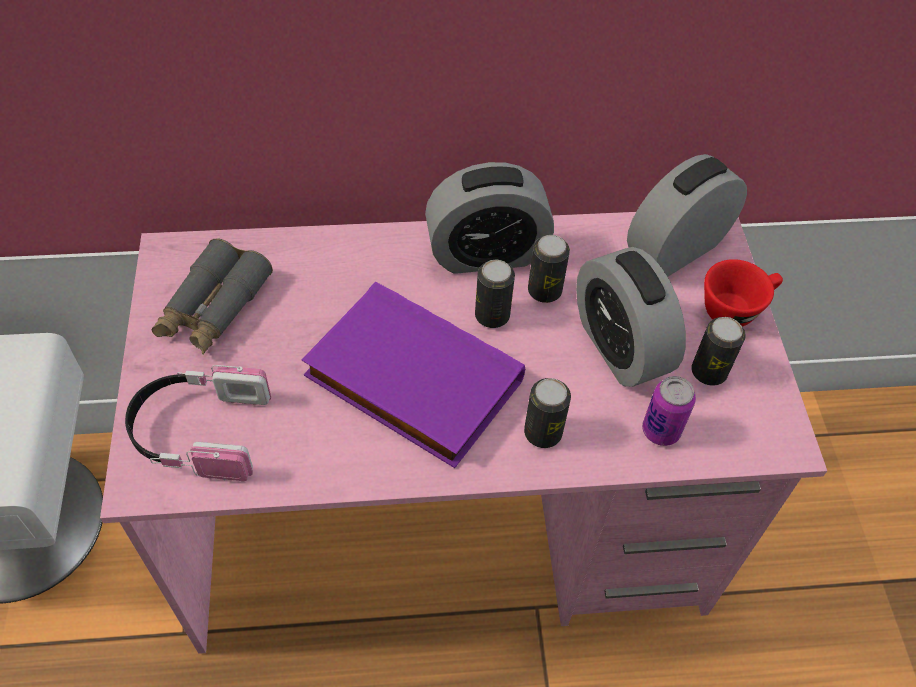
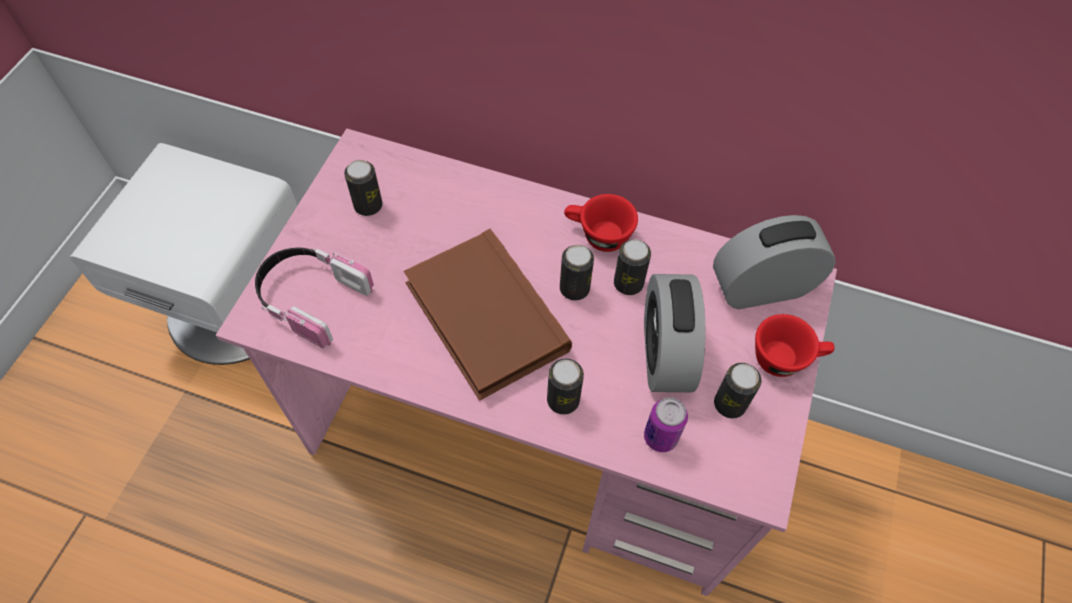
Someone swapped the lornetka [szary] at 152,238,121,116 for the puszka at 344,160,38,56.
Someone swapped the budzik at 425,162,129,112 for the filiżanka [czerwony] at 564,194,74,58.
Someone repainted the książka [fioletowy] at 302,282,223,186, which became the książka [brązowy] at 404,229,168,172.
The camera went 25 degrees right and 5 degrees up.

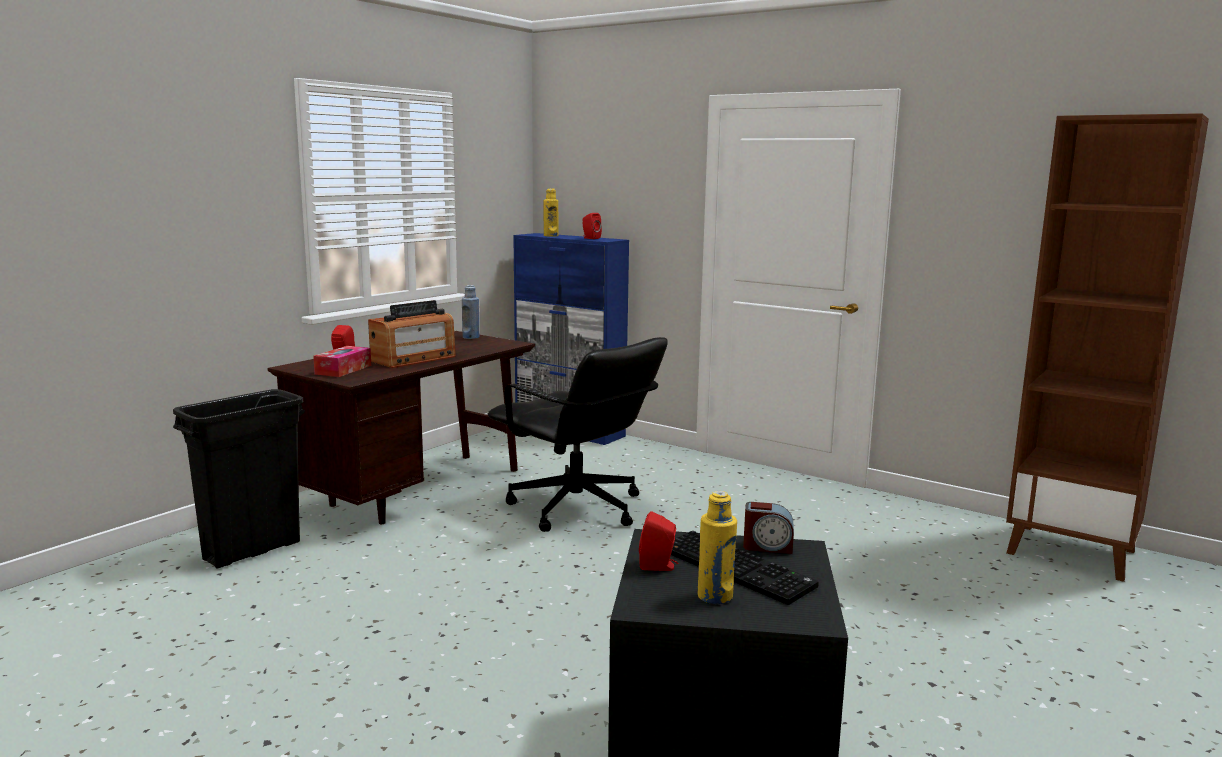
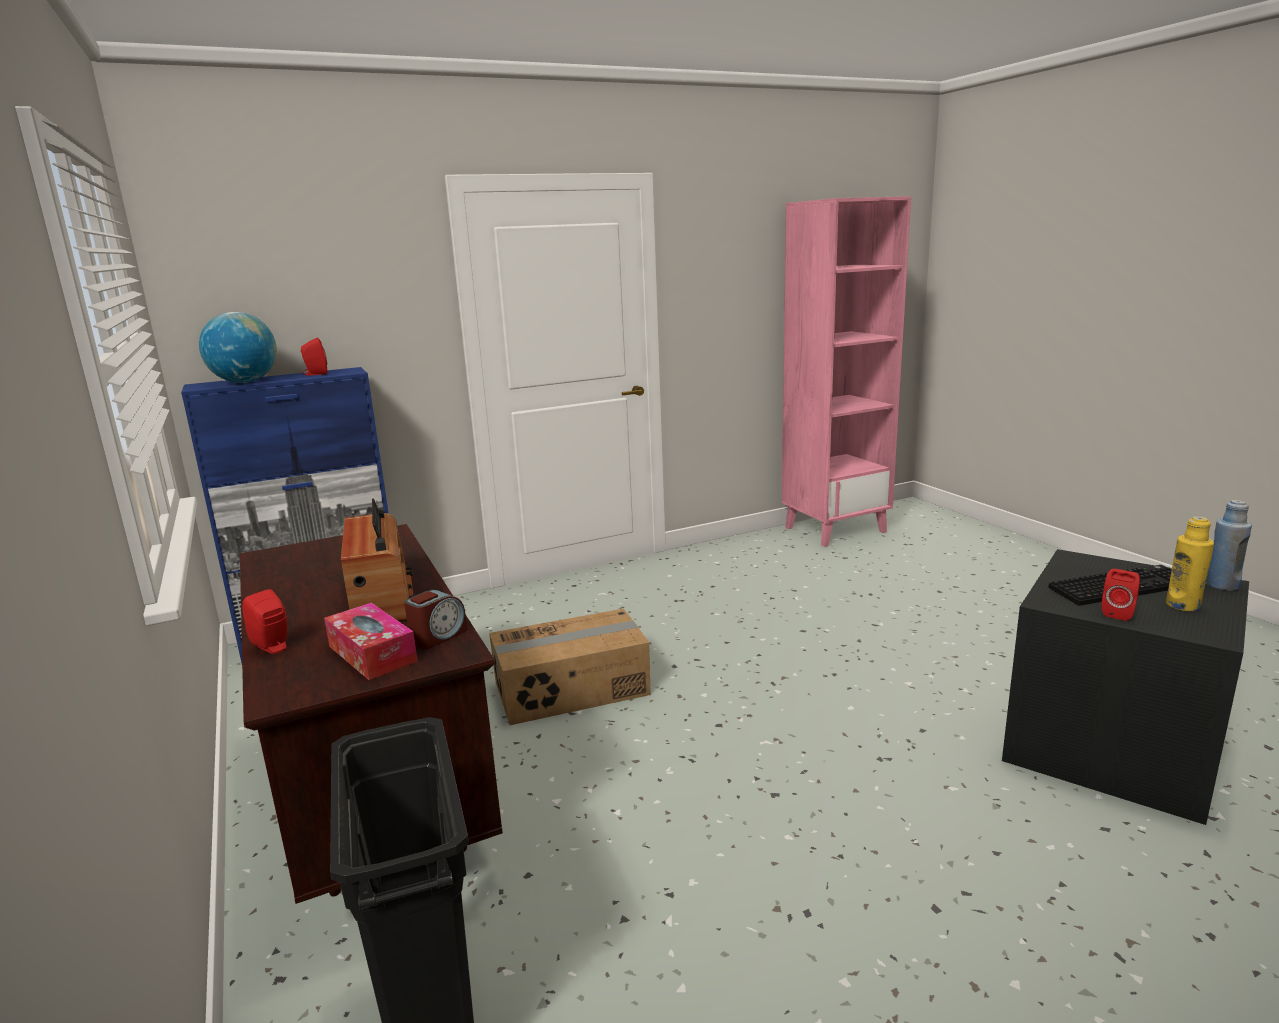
Someone carried the butelka [niebieski] from 462,285,17,54 to 1206,500,46,91.
Someone carried the budzik from 743,502,51,52 to 404,590,63,59.
Someone swapped the krzesło biurowe [czarny] at 488,337,180,195 for the karton at 489,608,161,117.
Someone swapped the butelka [żółty] at 543,188,16,49 for the globus at 199,312,78,71.
Someone repainted the regał [brązowy] at 1006,113,203,469, which became the regał [różowy] at 782,196,129,351.
The camera went 60 degrees left and 5 degrees up.

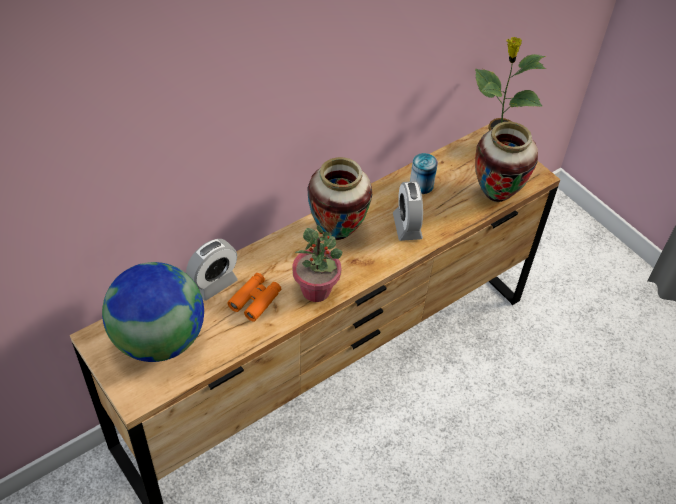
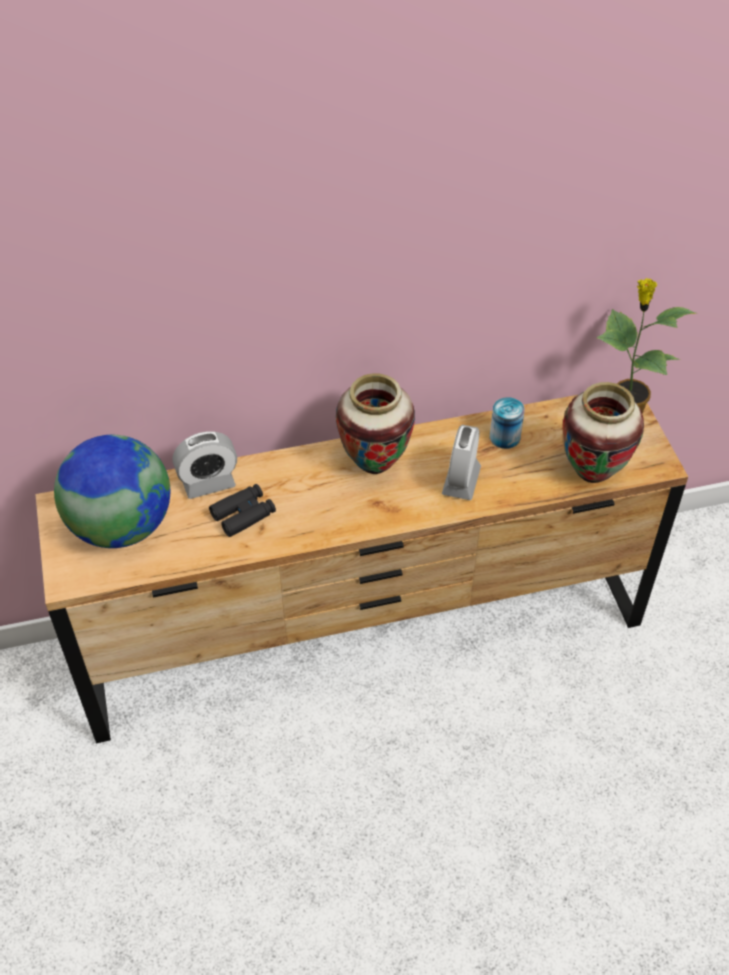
Someone took away the roślina doniczkowa at 292,225,50,77.
Someone repainted the lornetka [pomarańczowy] at 227,273,54,49, which became the lornetka [czarny] at 209,484,67,53.
The camera went 25 degrees right and 0 degrees up.

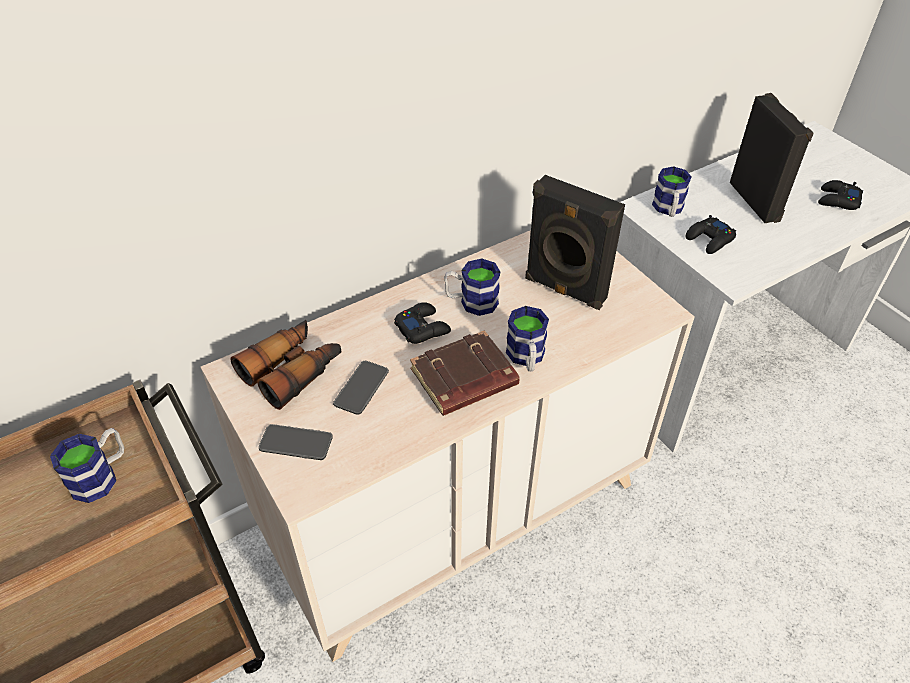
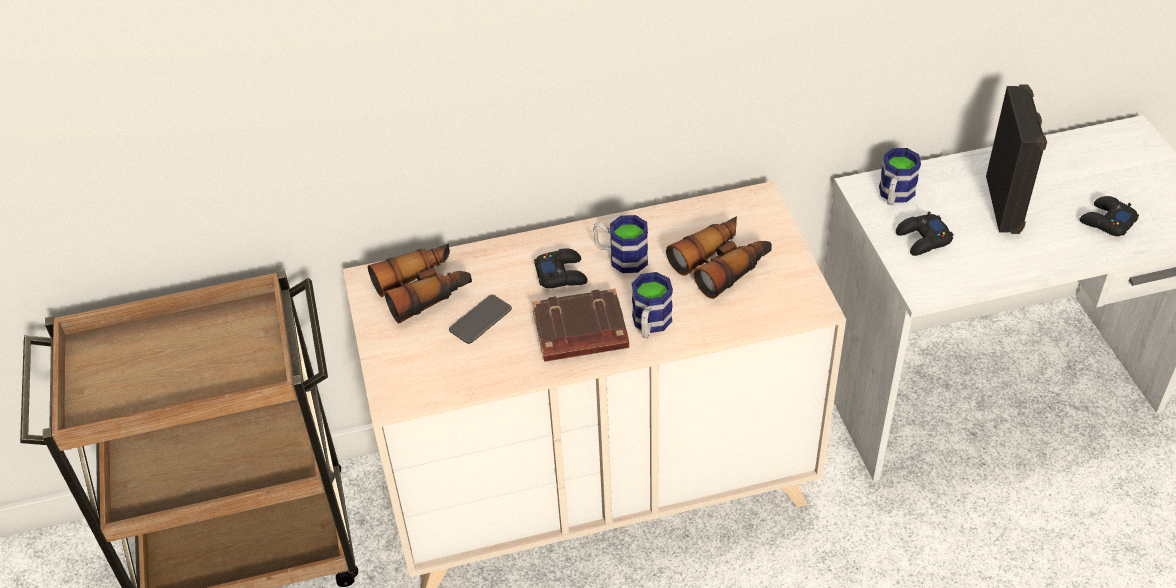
Someone took away the kubek at 50,428,74,75.
Someone took away the telefon at 259,424,74,36.
Someone swapped the głośnik [czarny] at 525,175,100,135 for the lornetka at 666,216,106,83.
The camera went 20 degrees right and 0 degrees up.

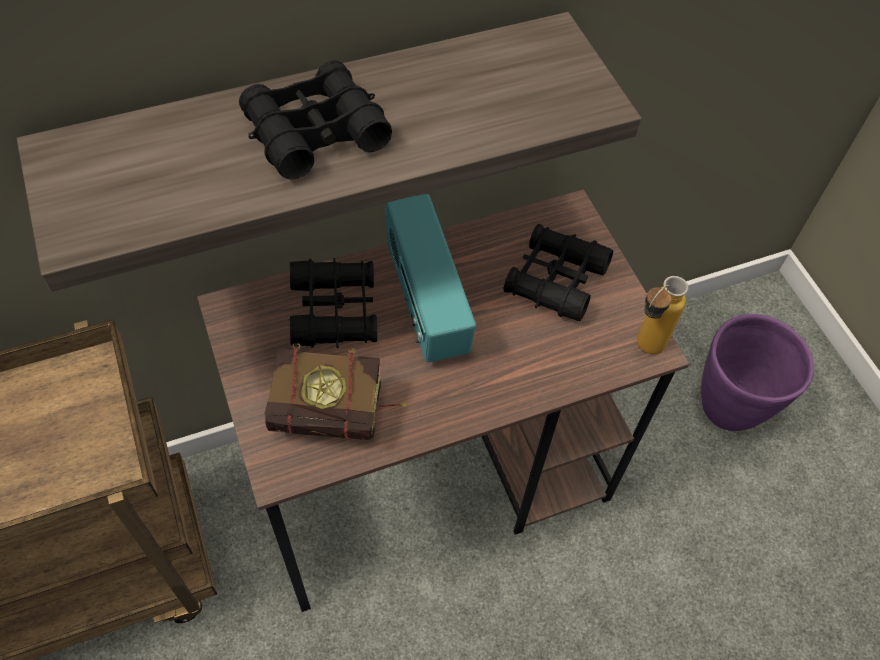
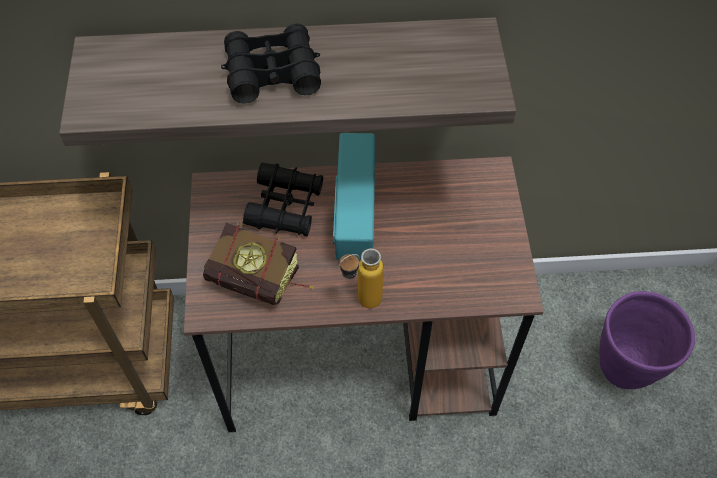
Someone took away the lornetka [czarny] at 503,224,110,97.
Someone carried the butelka from 637,276,51,78 to 339,249,45,59.
The camera went 20 degrees right and 0 degrees up.

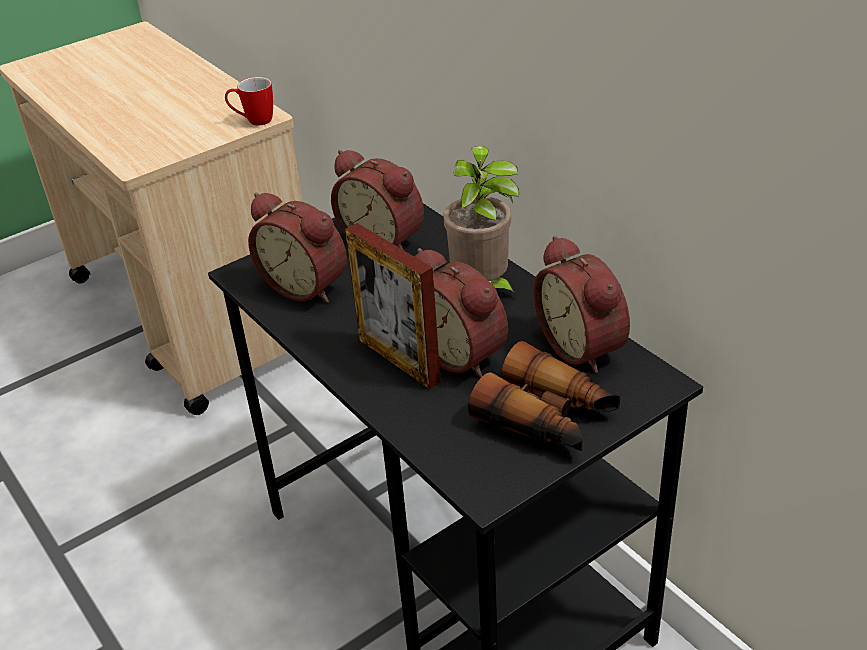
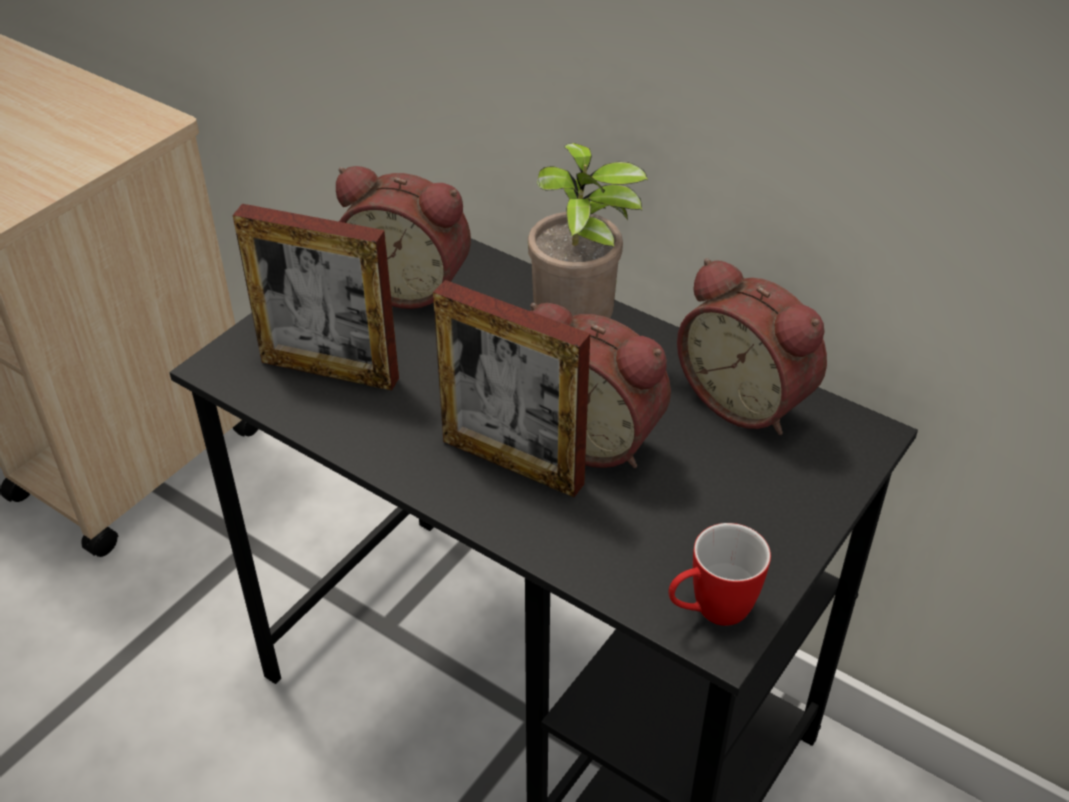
Someone took away the lornetka at 468,341,152,110.
Someone carried the kubek from 225,77,48,49 to 668,523,103,103.
Someone swapped the budzik at 248,193,99,110 for the ramka na zdjęcie at 233,204,166,187.
The camera went 20 degrees left and 5 degrees up.

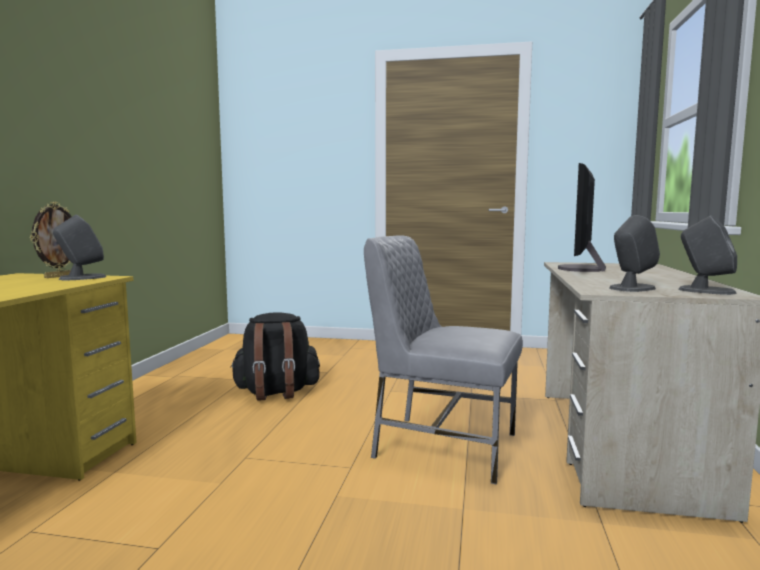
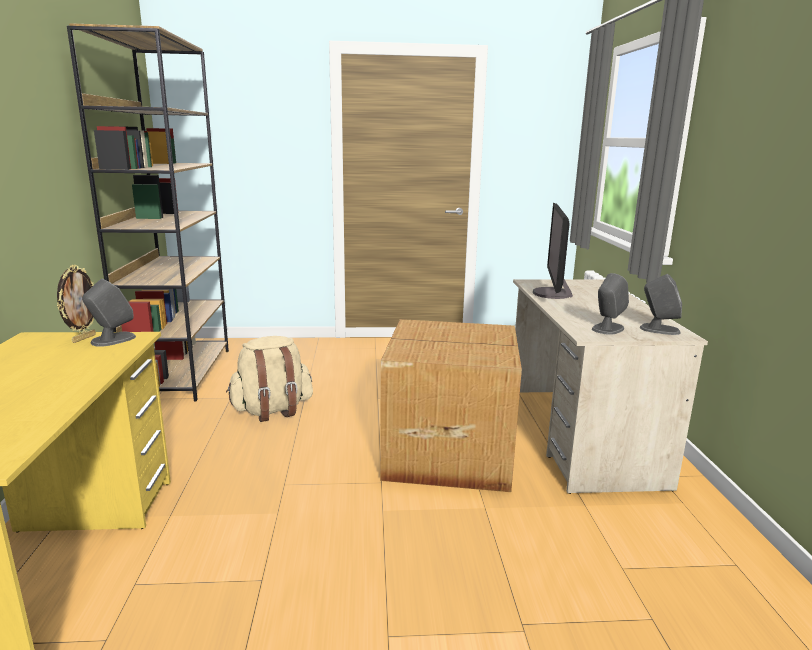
Someone put down the regał [brązowy] at 67,23,162,378.
Someone swapped the krzesło [szary] at 364,235,159,249 for the karton at 380,319,142,173.
Someone repainted the plecak [czarny] at 230,312,90,89, which became the plecak [beżowy] at 226,336,87,86.
The camera went 15 degrees left and 10 degrees up.

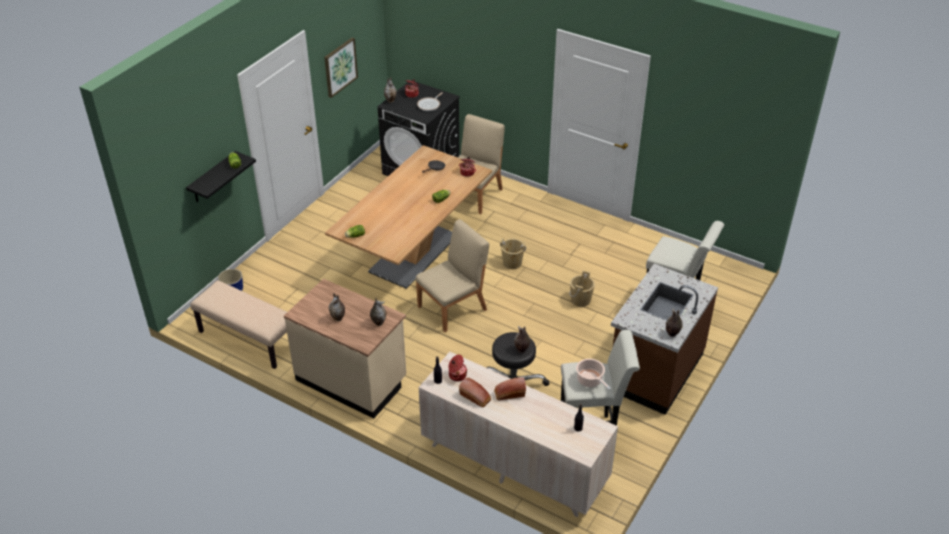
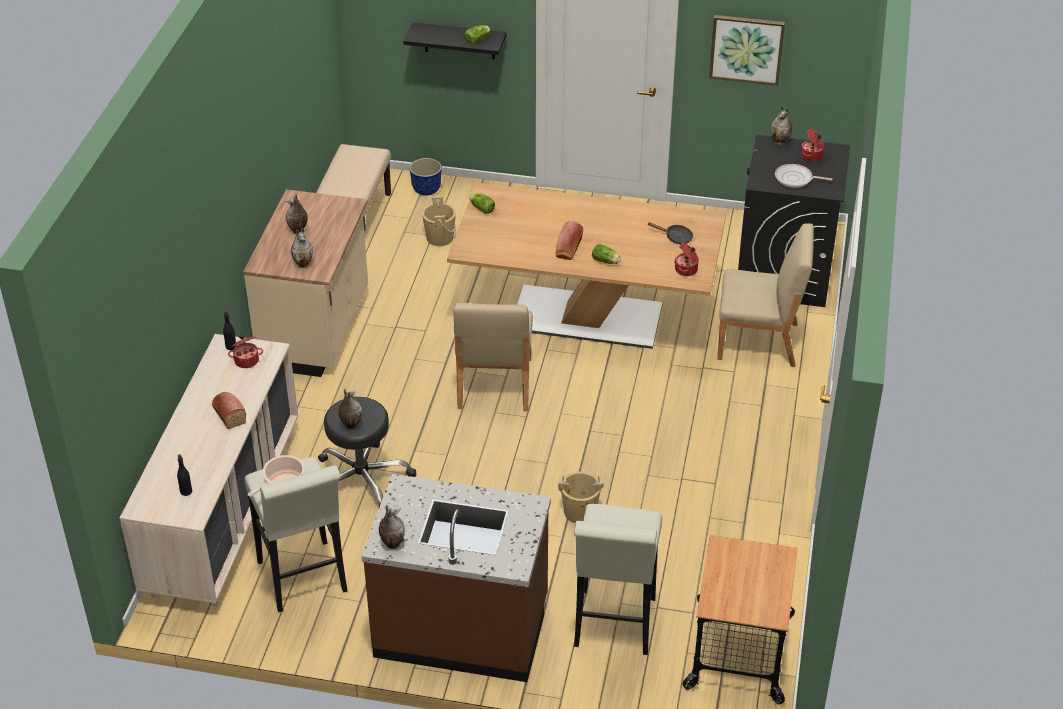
Someone put down the wózek at 682,535,116,170.
Someone carried the chleb from 459,378,32,29 to 555,221,28,39.
Someone carried the wiadro [beżowy] from 500,238,26,31 to 422,196,34,50.
Someone rotated the krzesło [beżowy] at 416,219,73,113 by 60 degrees clockwise.
The camera went 70 degrees right and 0 degrees up.

